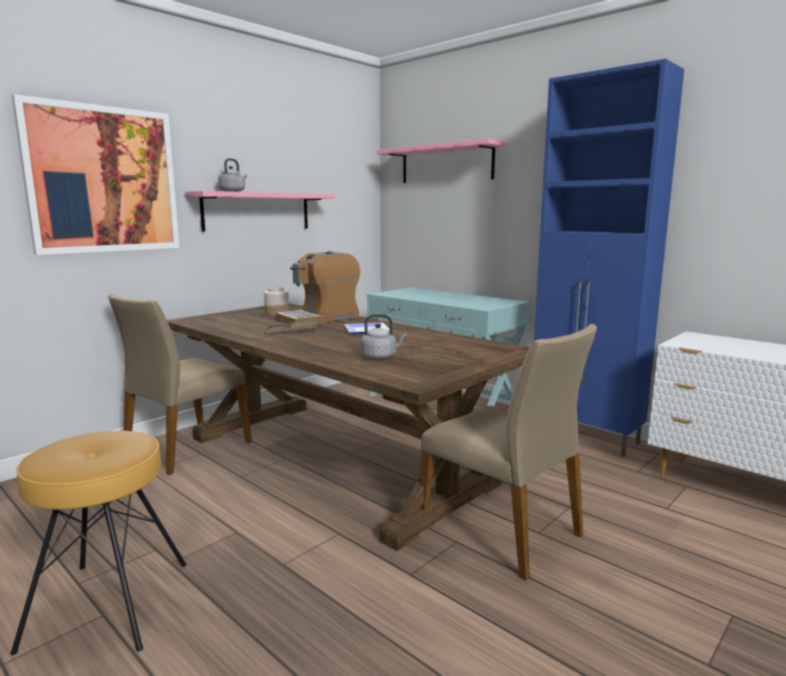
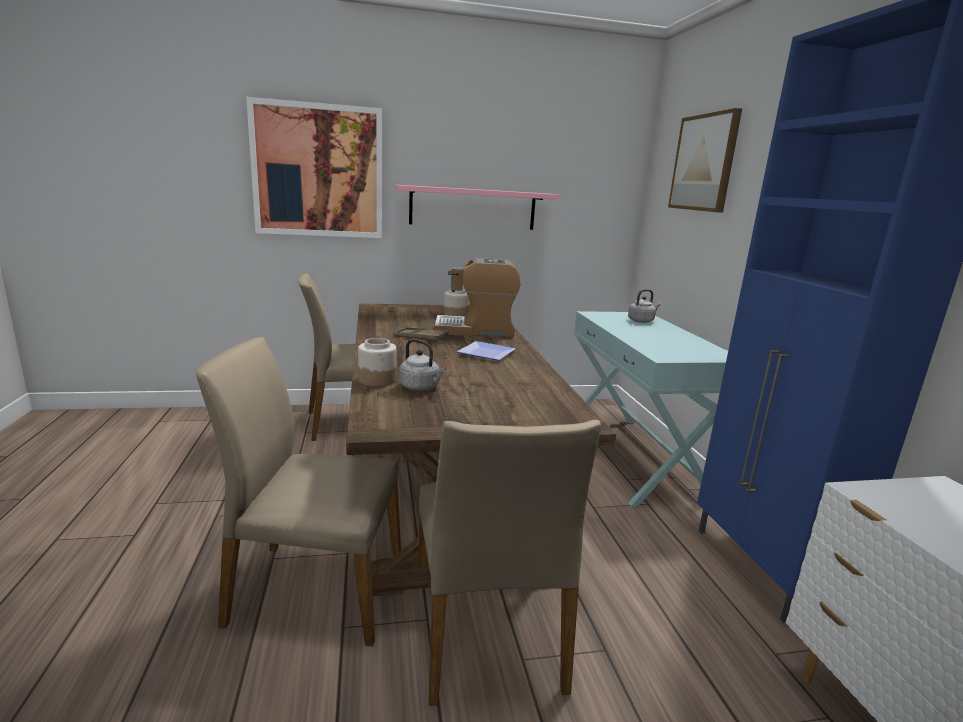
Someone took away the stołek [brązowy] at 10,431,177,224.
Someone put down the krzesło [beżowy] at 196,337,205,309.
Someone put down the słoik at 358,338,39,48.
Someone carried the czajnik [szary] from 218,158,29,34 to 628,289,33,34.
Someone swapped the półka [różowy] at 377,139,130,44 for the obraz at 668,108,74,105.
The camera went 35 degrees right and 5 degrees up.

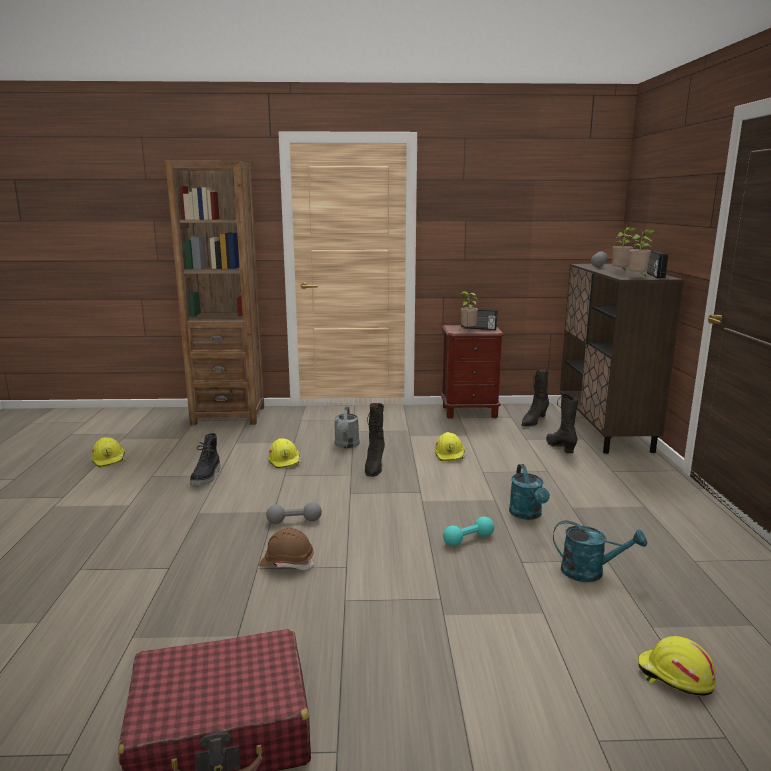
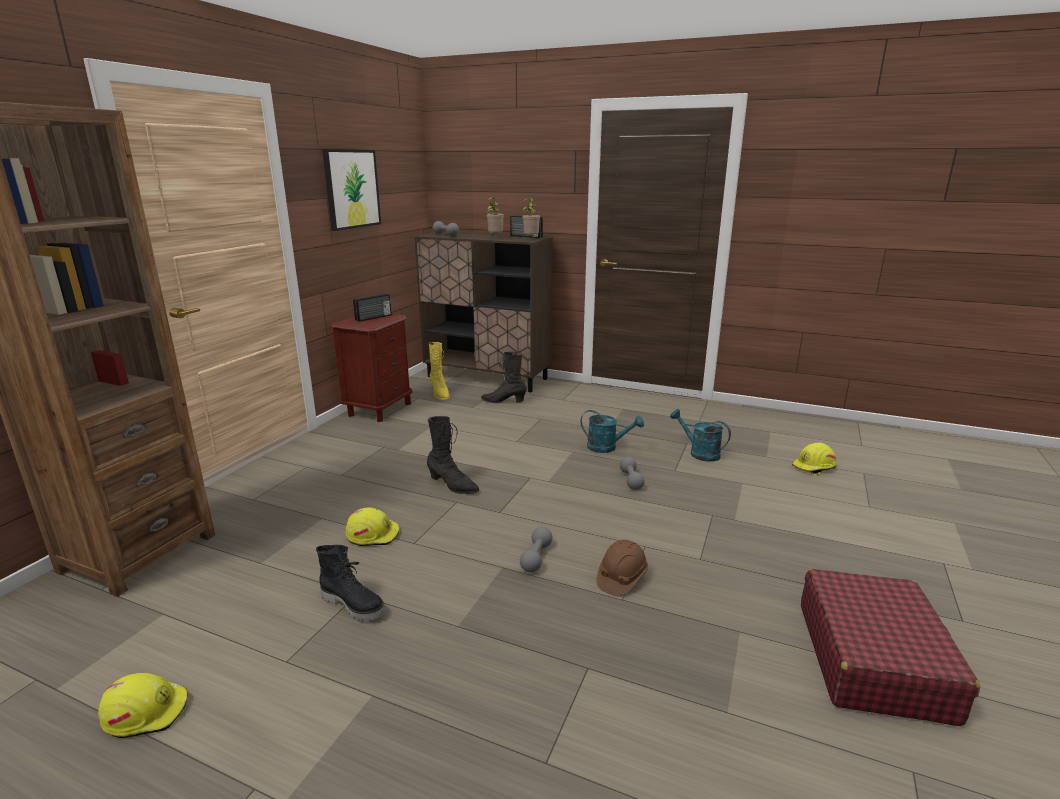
Someone took away the konewka [szary] at 334,406,26,42.
Someone took away the kask [żółty] at 435,432,30,29.
Someone took away the roślina doniczkowa at 458,291,20,39.
Someone put up the obraz at 322,149,59,82.
Someone repainted the hantel [turkusowy] at 443,517,51,29, which became the hantel [szary] at 620,457,25,33.
Someone repainted the but z cholewką [czarny] at 521,369,28,58, which became the but z cholewką [żółty] at 429,342,21,58.
Someone rotated the konewka [turkusowy] at 553,520,94,62 by 90 degrees counterclockwise.
The camera went 65 degrees left and 5 degrees up.

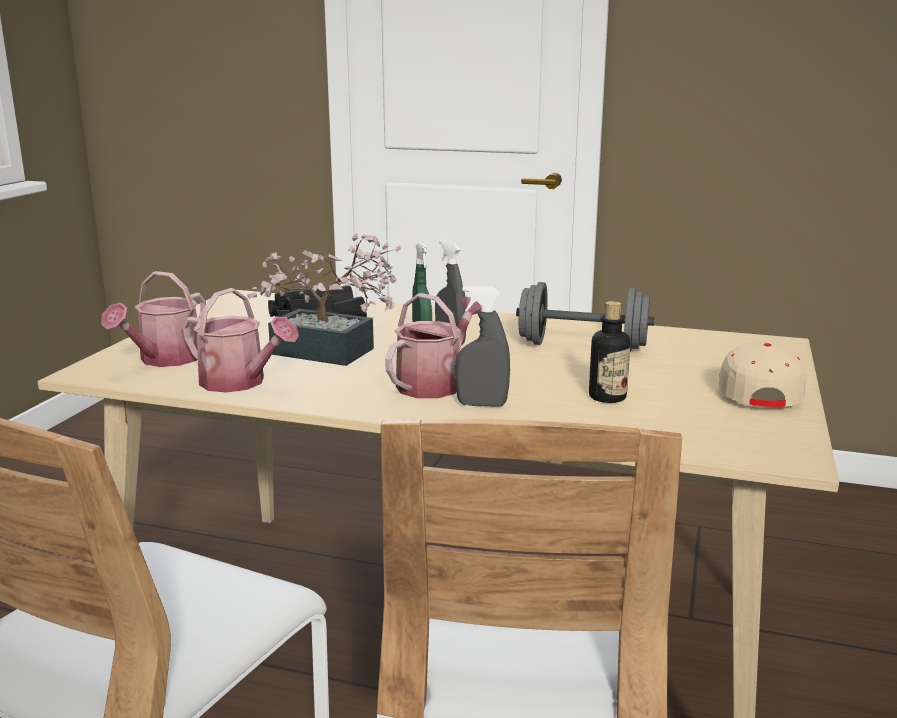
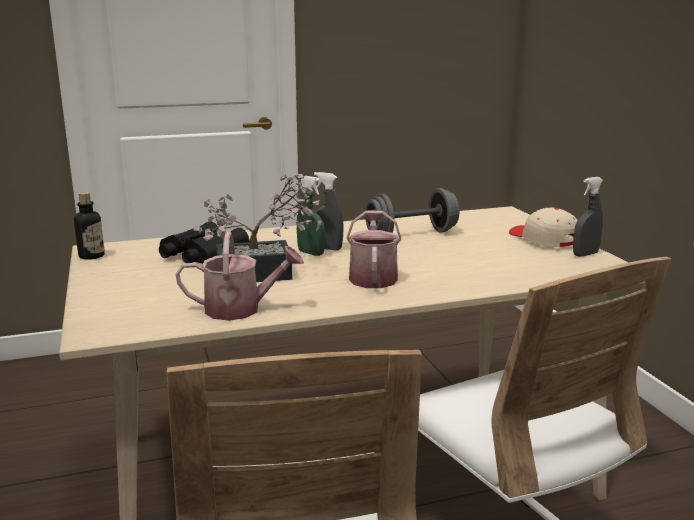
Someone took away the konewka at 101,271,105,96.
Someone carried the spryskiwacz [szary] from 455,285,55,122 to 573,177,30,80.
Someone carried the butelka from 589,301,41,102 to 74,192,31,68.
The camera went 35 degrees left and 0 degrees up.

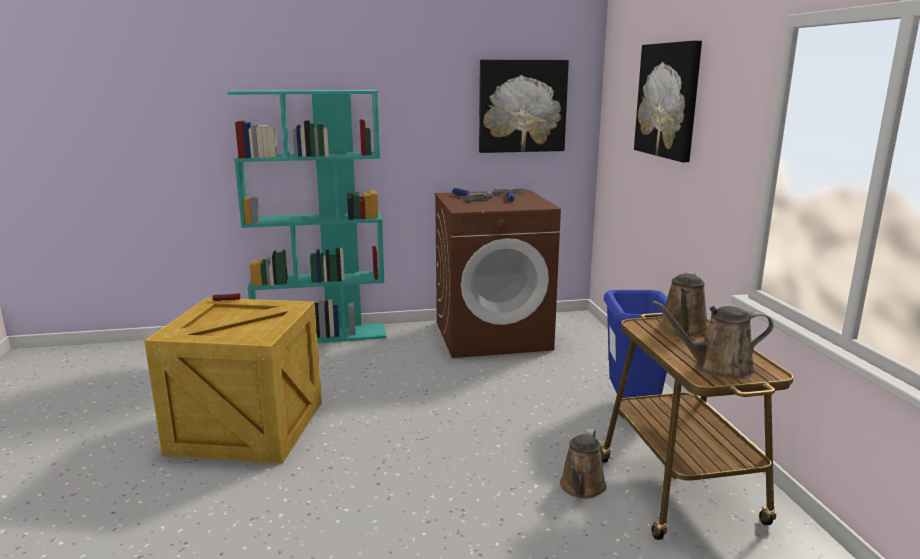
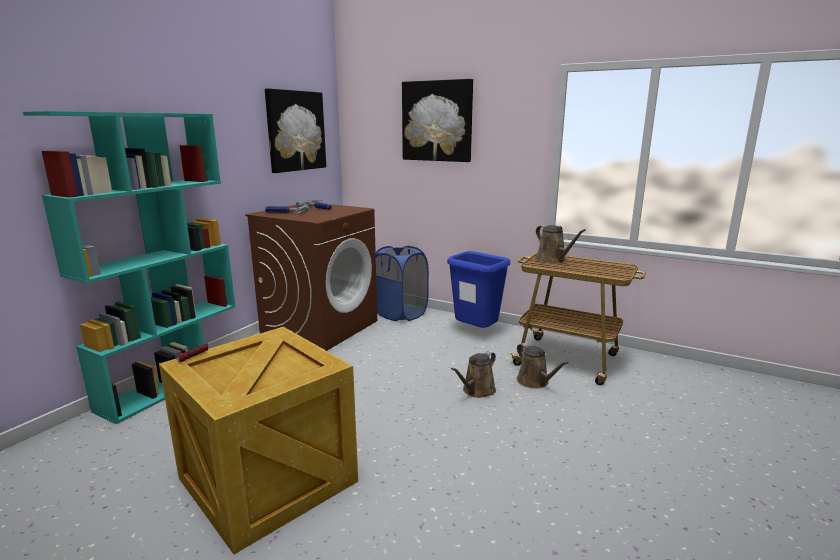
Someone put down the kosz na pranie [niebieski] at 376,246,53,75.
Someone carried the konewka [brązowy] from 652,301,122,77 to 451,351,45,47.
The camera went 50 degrees left and 0 degrees up.

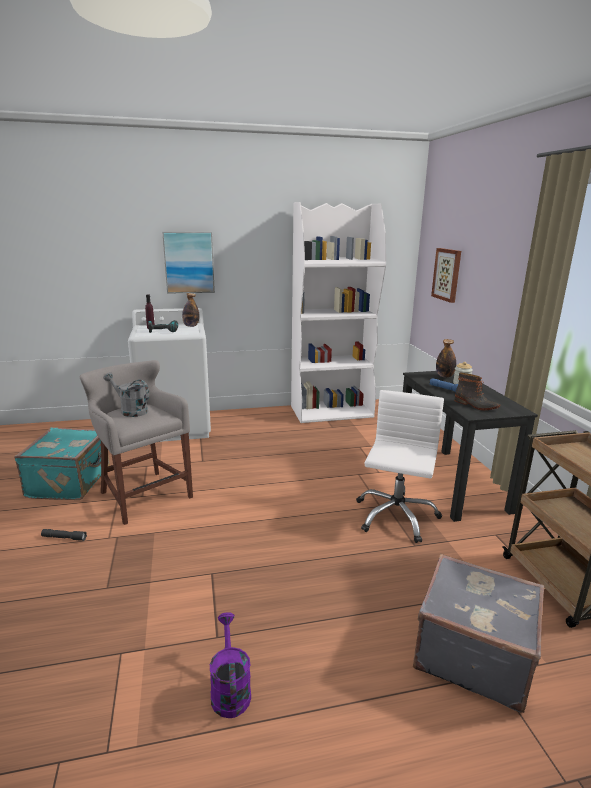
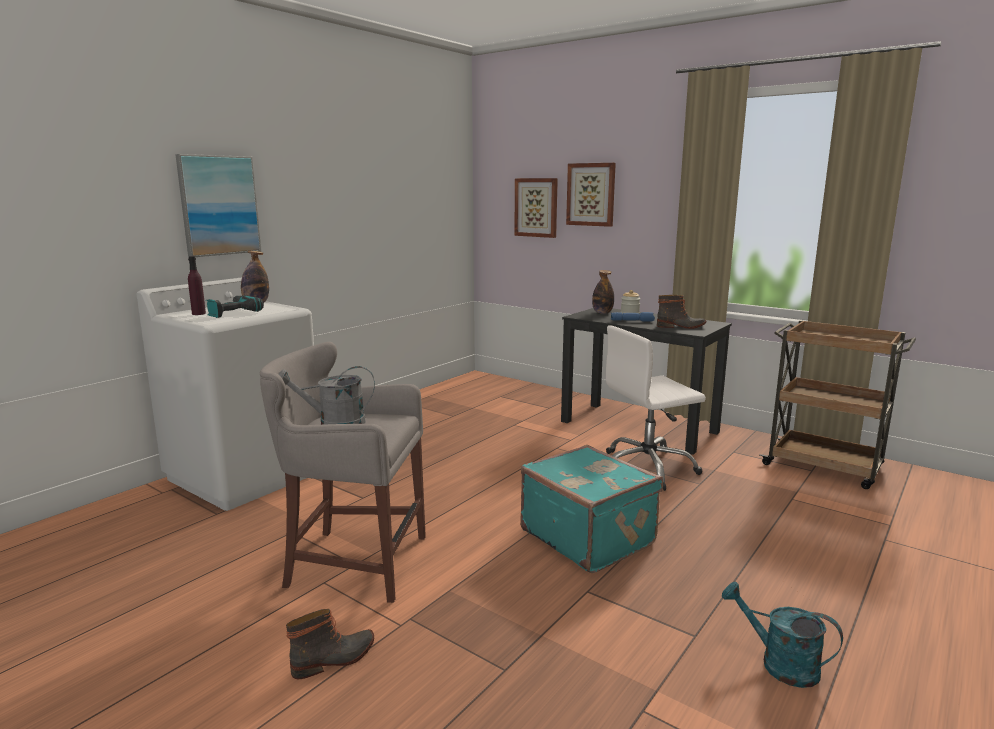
Someone took away the regał [biały] at 291,202,95,221.
Someone took away the walizka [szary] at 413,554,131,159.
Someone put up the obraz at 566,163,50,64.
Someone carried the walizka [turkusowy] from 14,427,96,73 to 520,445,143,128.
Someone swapped the latarka [szary] at 41,529,46,12 for the but z cholewką at 286,609,88,70.
Someone repainted the konewka [fioletowy] at 210,612,41,106, which became the konewka [turkusowy] at 722,582,121,106.
Someone rotated the krzesło biurowe [biały] at 356,390,88,153 by 90 degrees counterclockwise.
The camera went 40 degrees left and 5 degrees down.

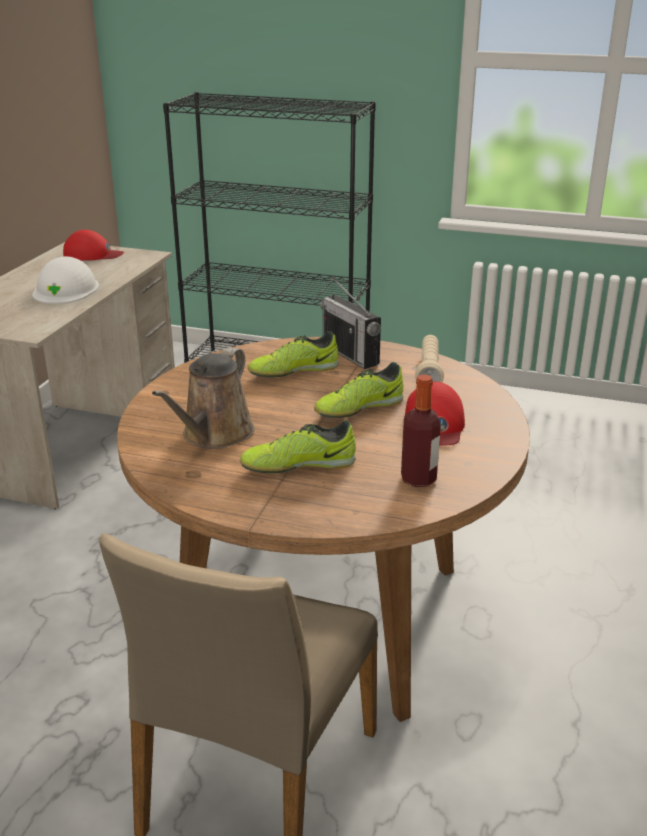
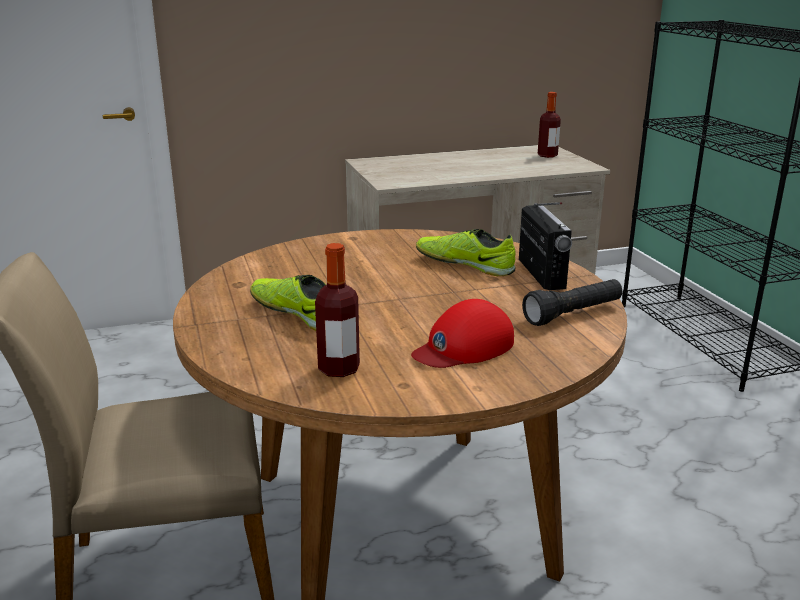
Someone took away the kask [biały] at 32,256,67,48.
Someone took away the konewka [brązowy] at 152,348,102,101.
Someone took away the but at 314,362,90,56.
Someone swapped the czapka z daszkiem [czerwony] at 63,230,61,31 for the butelka at 538,92,23,66.
Someone repainted the latarka [beżowy] at 415,335,29,47, which became the latarka [czarny] at 522,279,100,47.
Someone rotated the radio at 320,278,61,91 by 150 degrees clockwise.
The camera went 55 degrees right and 5 degrees down.

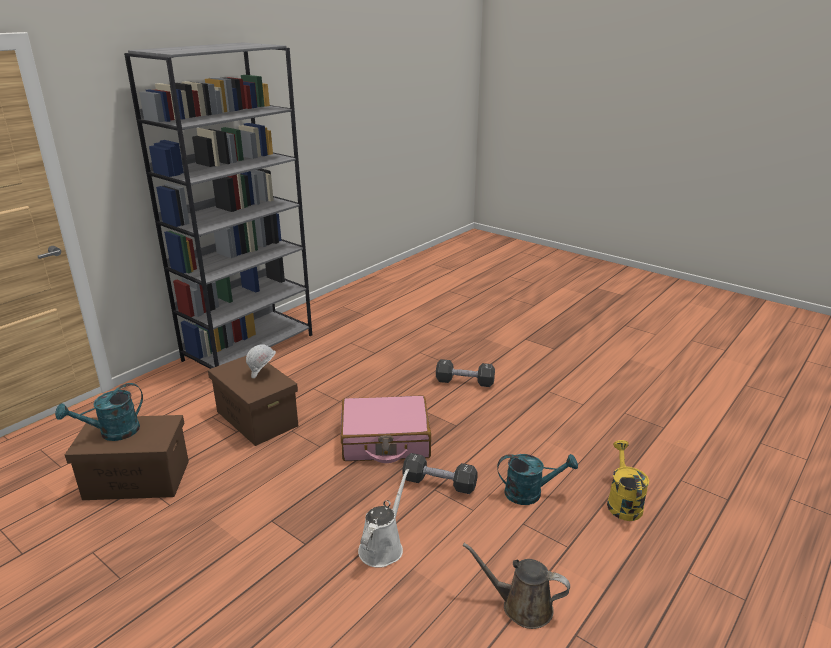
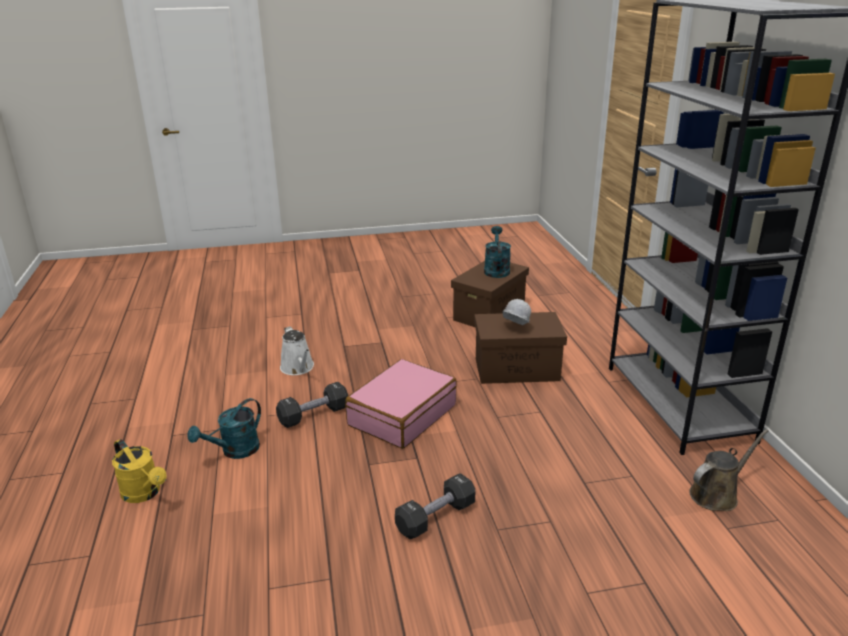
Someone carried the konewka [brązowy] from 463,543,107,86 to 689,429,80,82.
The camera went 130 degrees right and 0 degrees up.

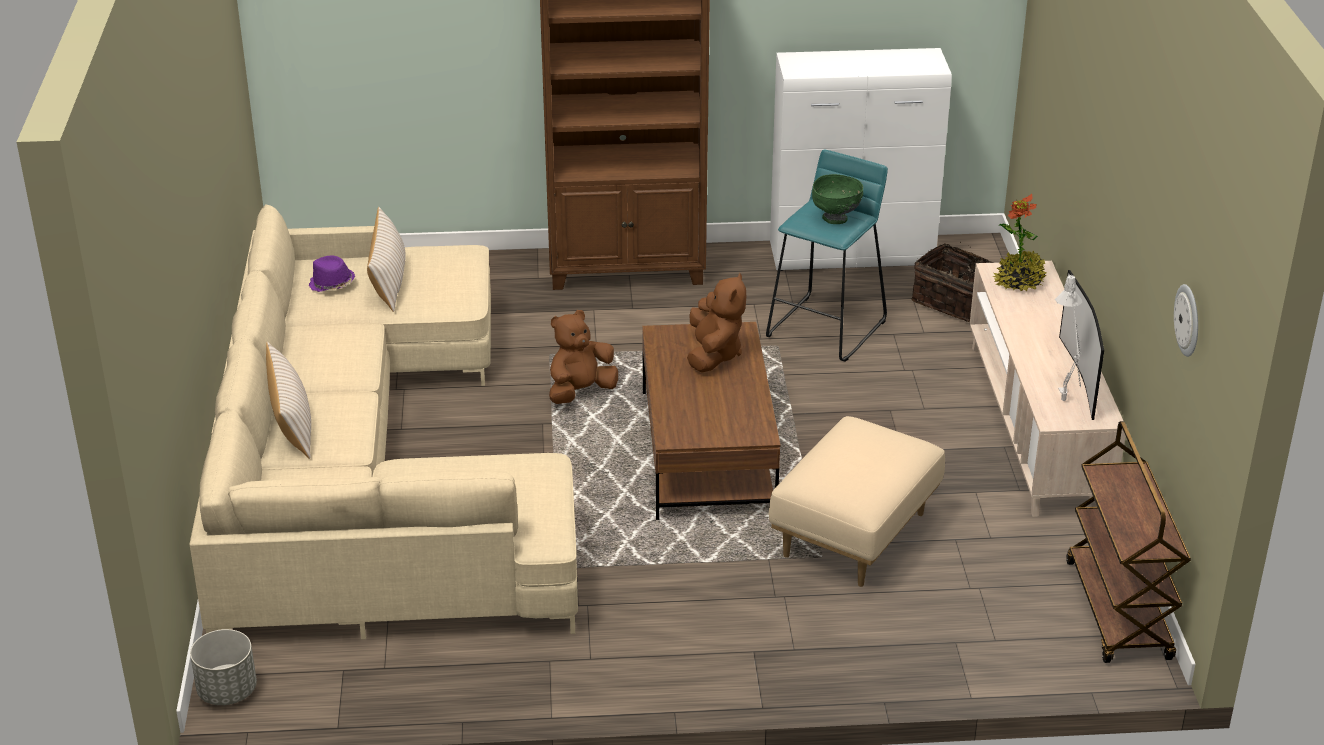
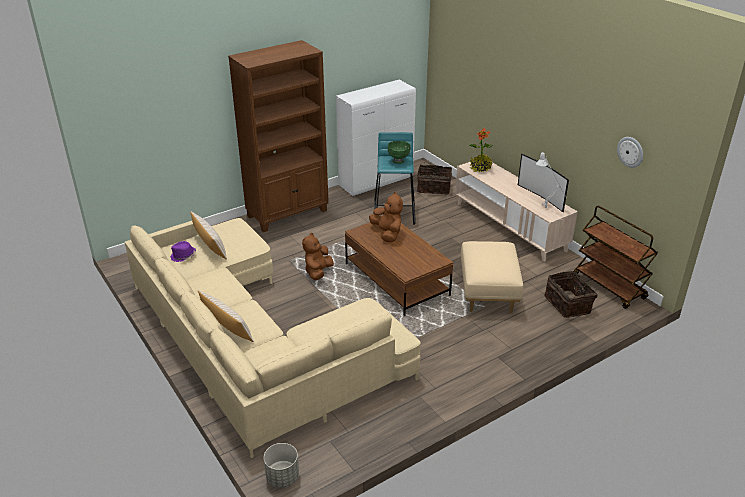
Someone put down the koszyk at 544,271,53,47.
The camera went 30 degrees left and 0 degrees up.

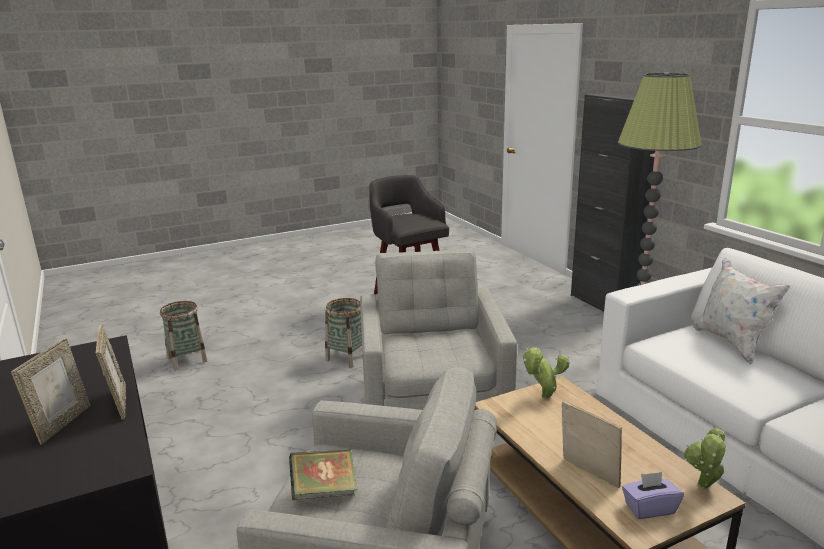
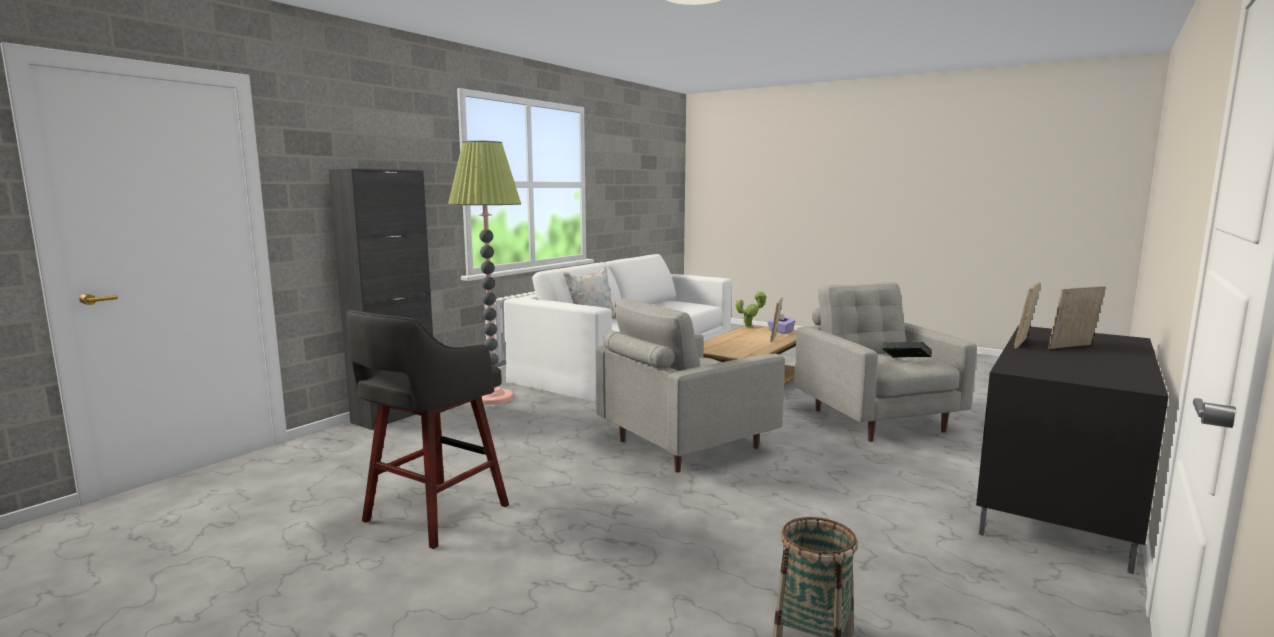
Someone took away the koszyk at 325,298,37,69.
Someone took away the roślina doniczkowa at 523,348,47,51.
The camera went 120 degrees left and 10 degrees down.

